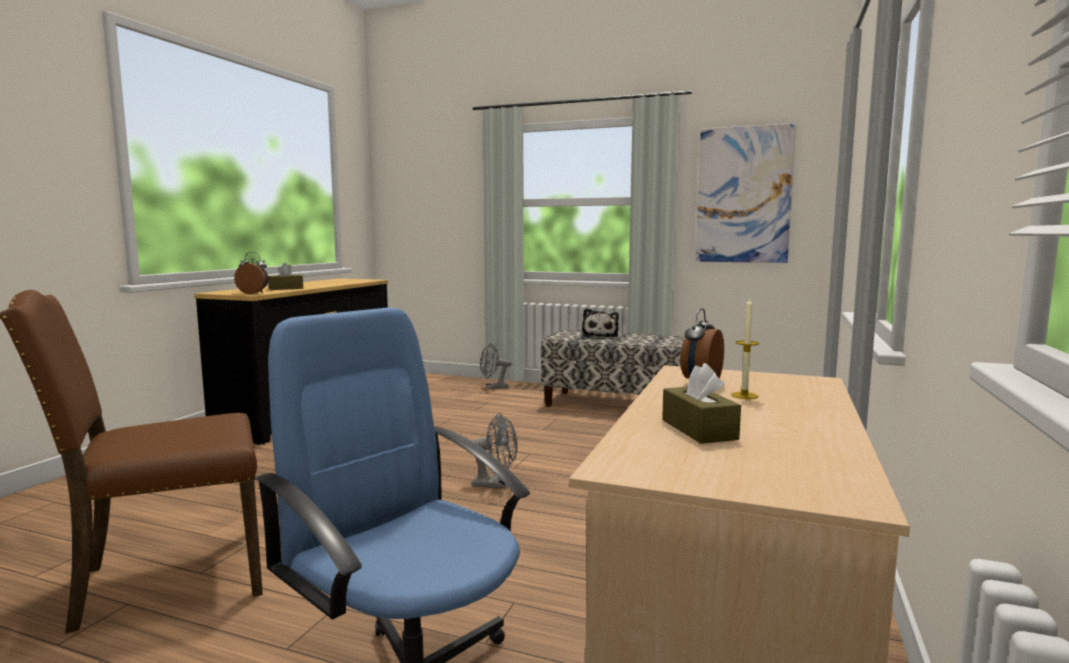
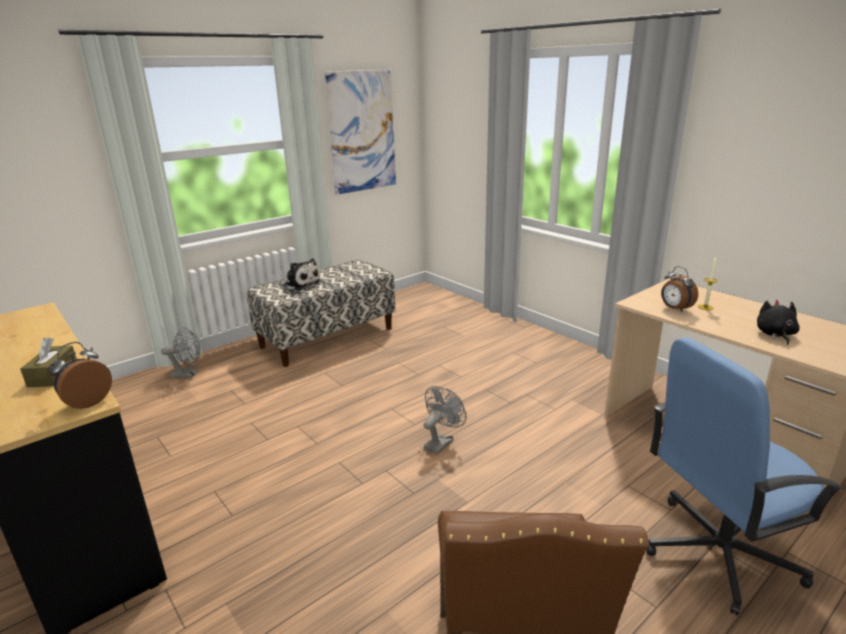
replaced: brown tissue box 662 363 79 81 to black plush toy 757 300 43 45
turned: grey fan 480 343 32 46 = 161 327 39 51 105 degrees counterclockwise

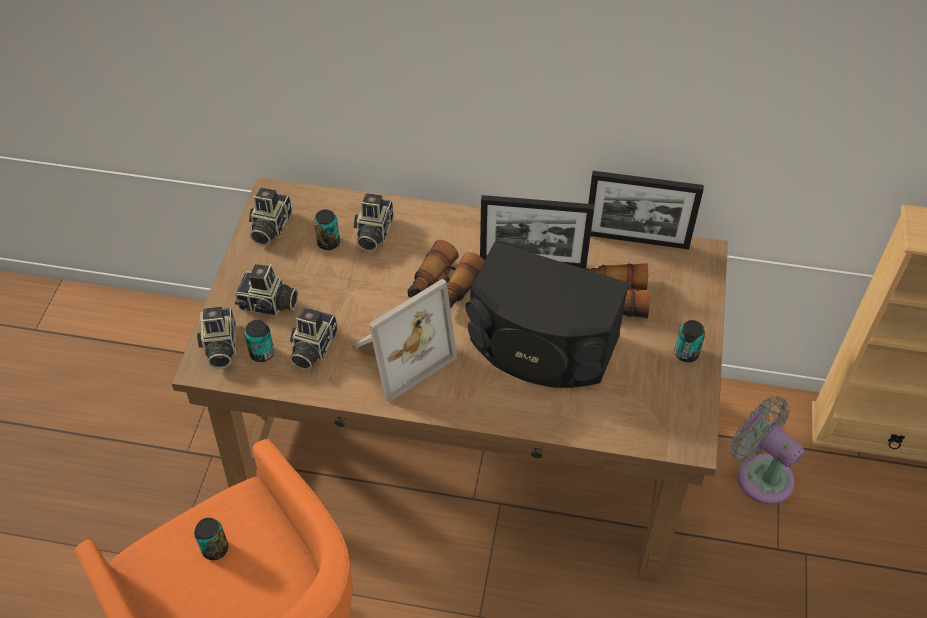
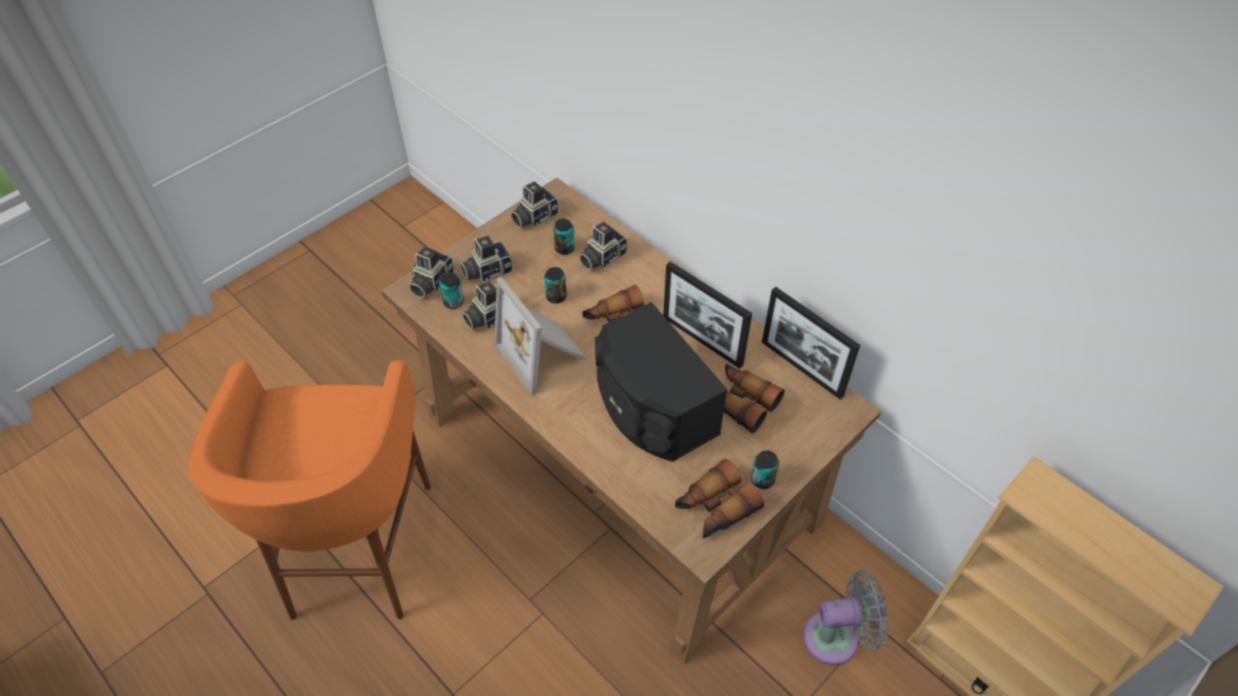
added: binoculars 675 459 89 79
moved: can 194 518 34 42 to 544 267 23 37
turned: photo camera 235 264 63 52 = 460 236 53 47 105 degrees clockwise; picture frame 351 279 106 124 = 495 277 91 118 60 degrees clockwise; grey fan 730 396 75 108 = 803 570 86 95 90 degrees clockwise

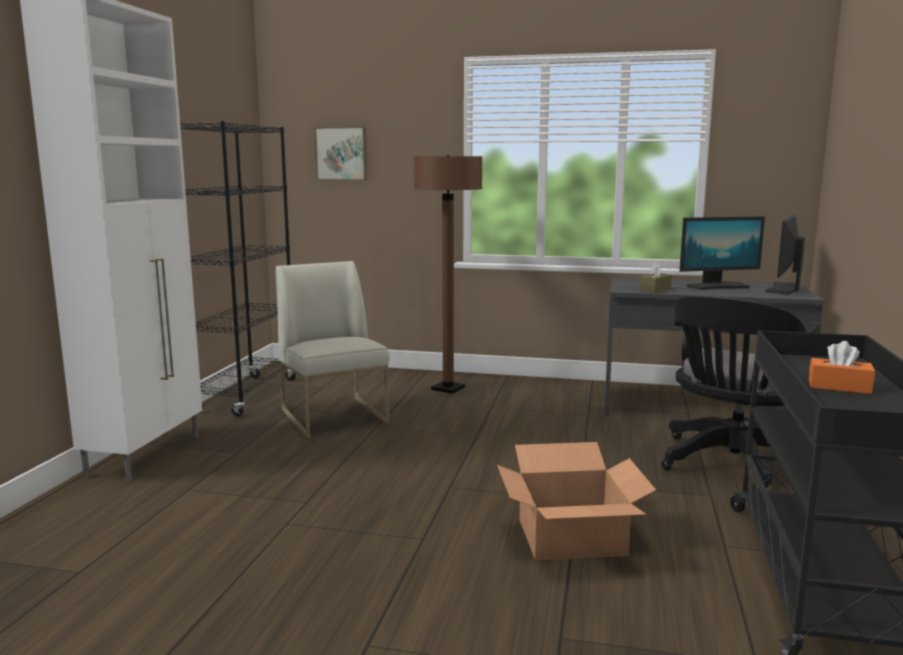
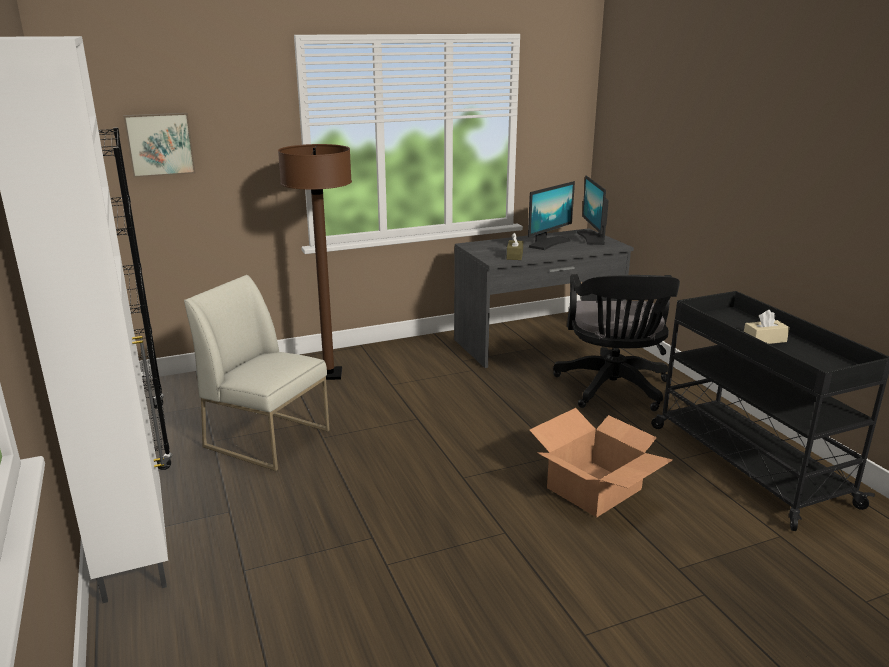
recoloured: orange tissue box 809 341 66 53 to beige tissue box 744 310 46 34

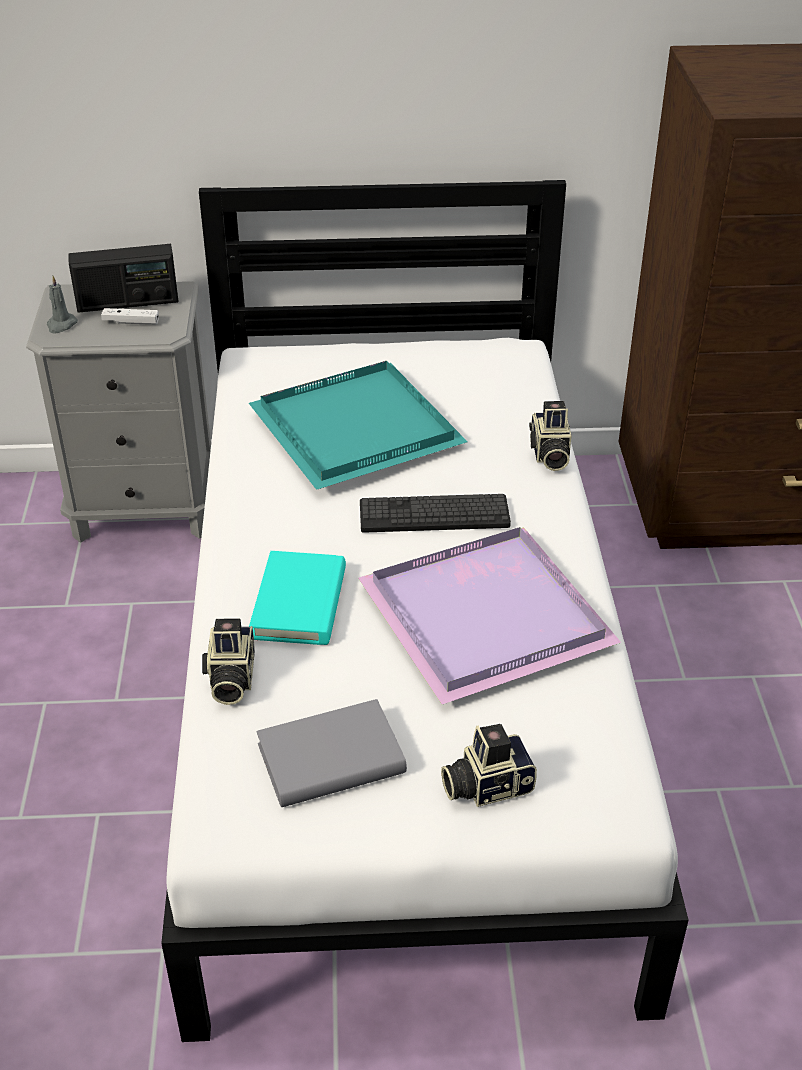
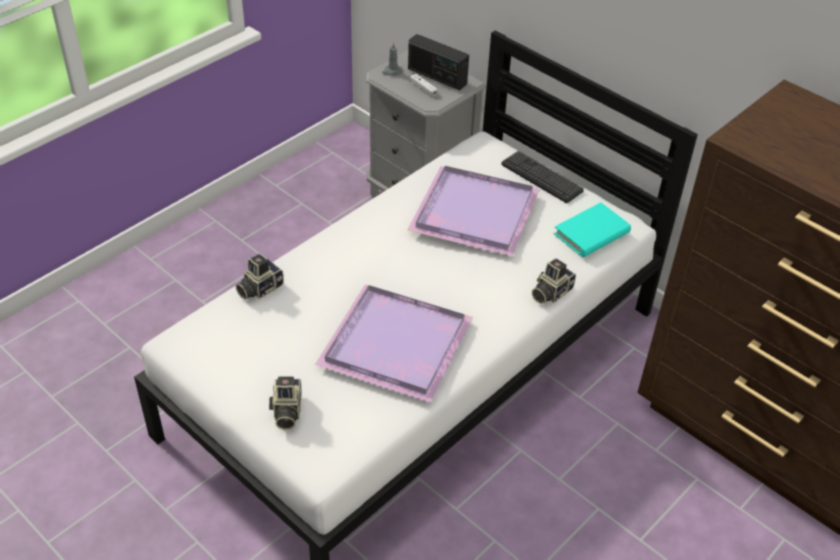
removed: grey book 257 699 150 108
moved: turquoise book 249 551 97 94 to 554 202 77 55; keyboard 360 494 151 39 to 501 151 83 52
recoloured: turquoise tray 249 361 219 129 to purple tray 407 166 133 90
turned: photo camera 441 724 96 83 = 269 377 33 53 120 degrees counterclockwise

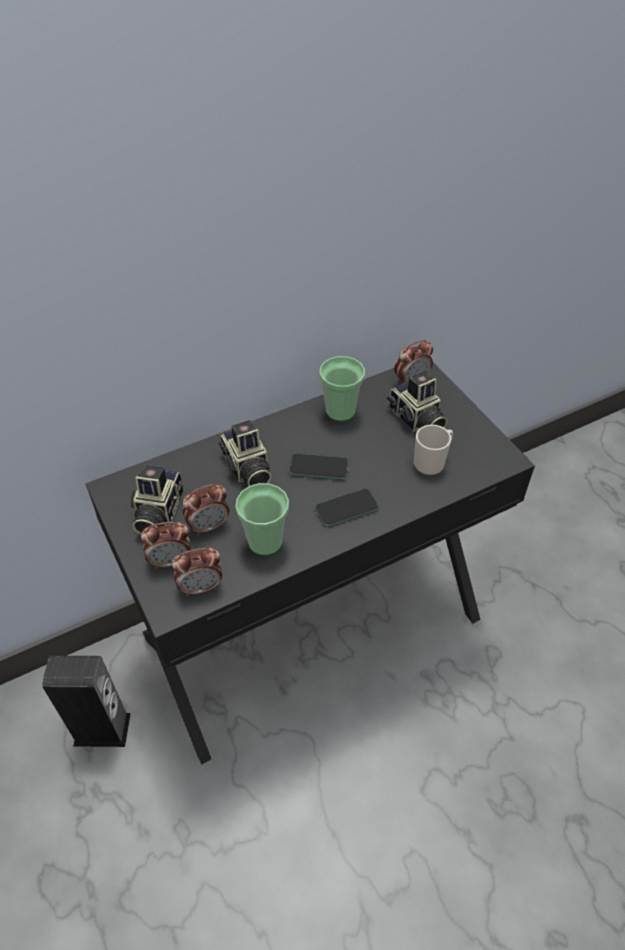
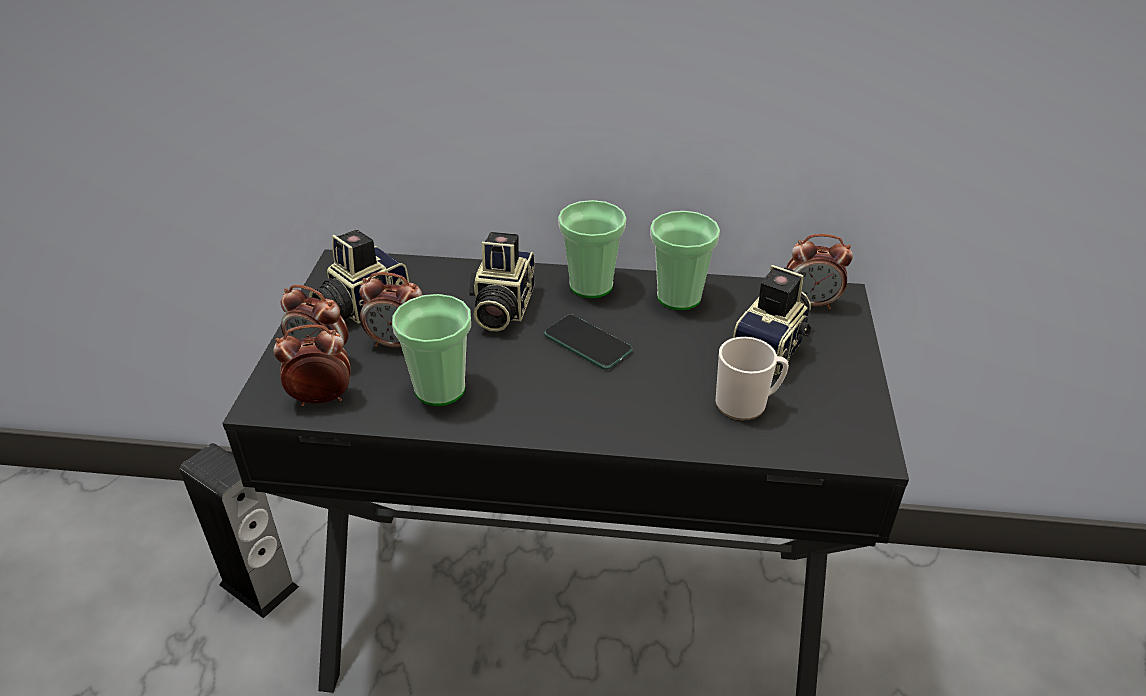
removed: phone 315 488 64 39
added: cup 558 200 68 98
turned: alarm clock 172 548 50 48 = 273 325 78 81 150 degrees clockwise; photo camera 387 371 61 61 = 733 265 79 110 150 degrees counterclockwise

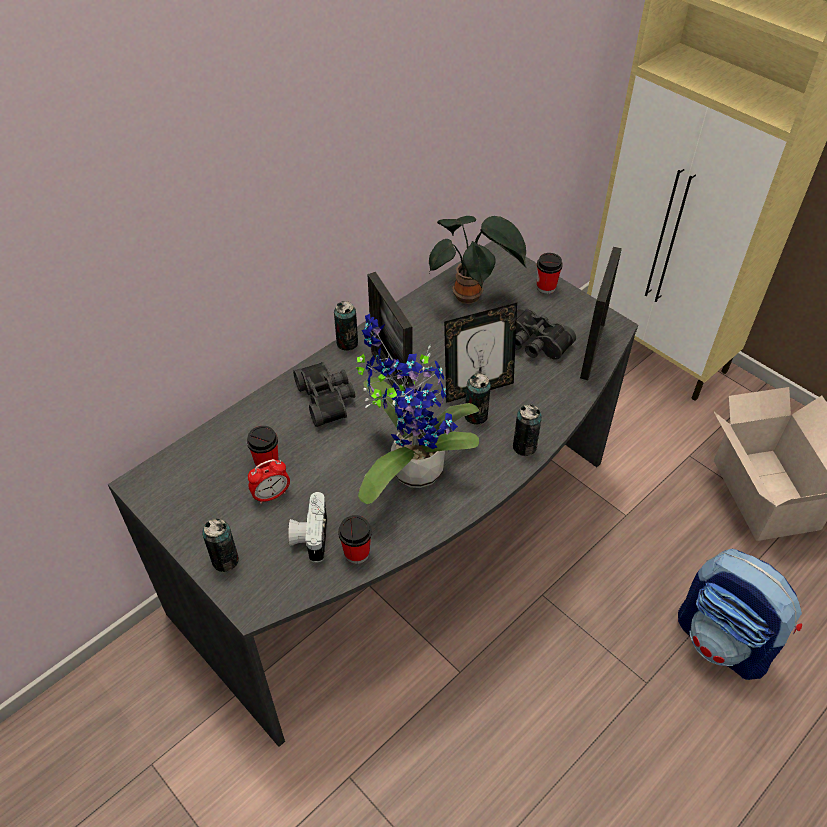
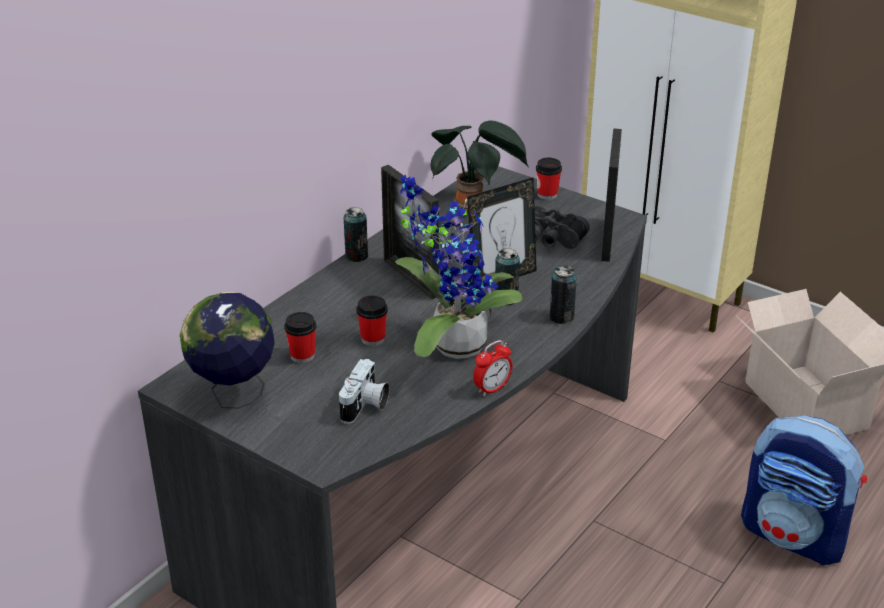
removed: can 202 518 37 54; black binoculars 293 362 62 65
added: globe 180 292 95 117
moved: alarm clock 248 459 42 45 to 473 340 40 57; cup 338 515 34 49 to 356 296 32 50
turned: photo camera 288 492 39 71 = 339 359 50 65 150 degrees counterclockwise

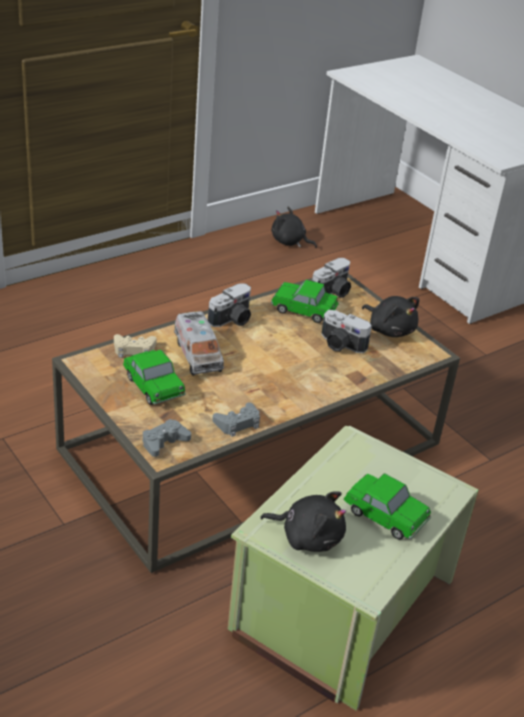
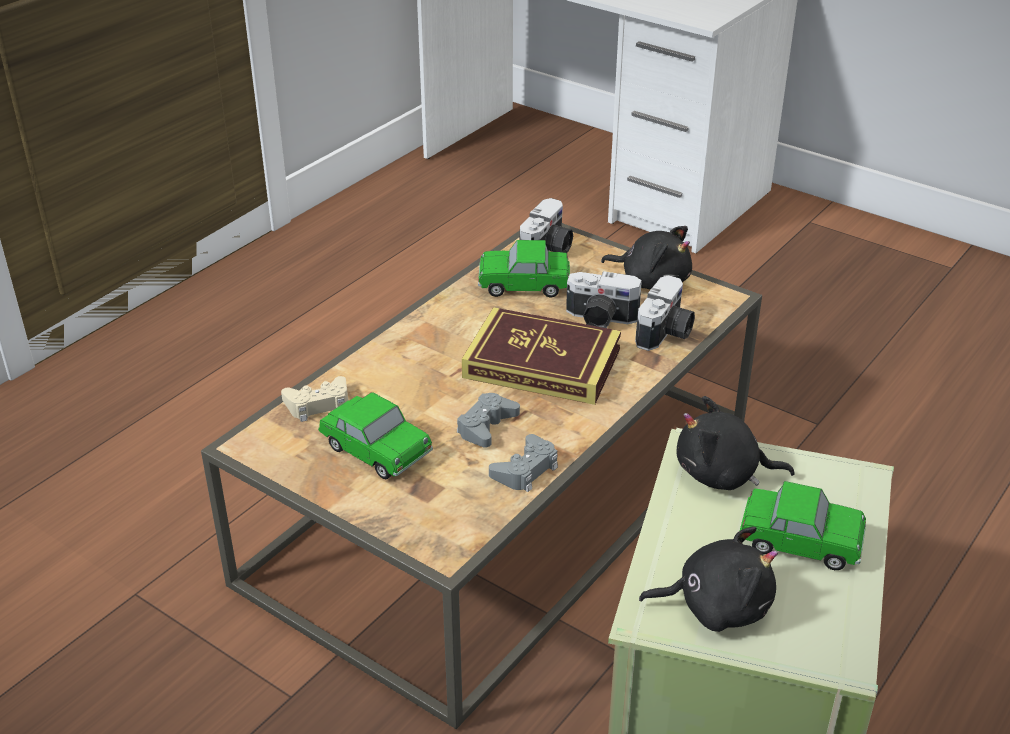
removed: toy truck 174 311 50 65
added: book 462 307 159 98
moved: grey game controller 143 419 48 38 to 457 393 63 55; photo camera 208 283 43 44 to 635 275 60 76; black plush toy 271 207 46 41 to 677 396 118 94

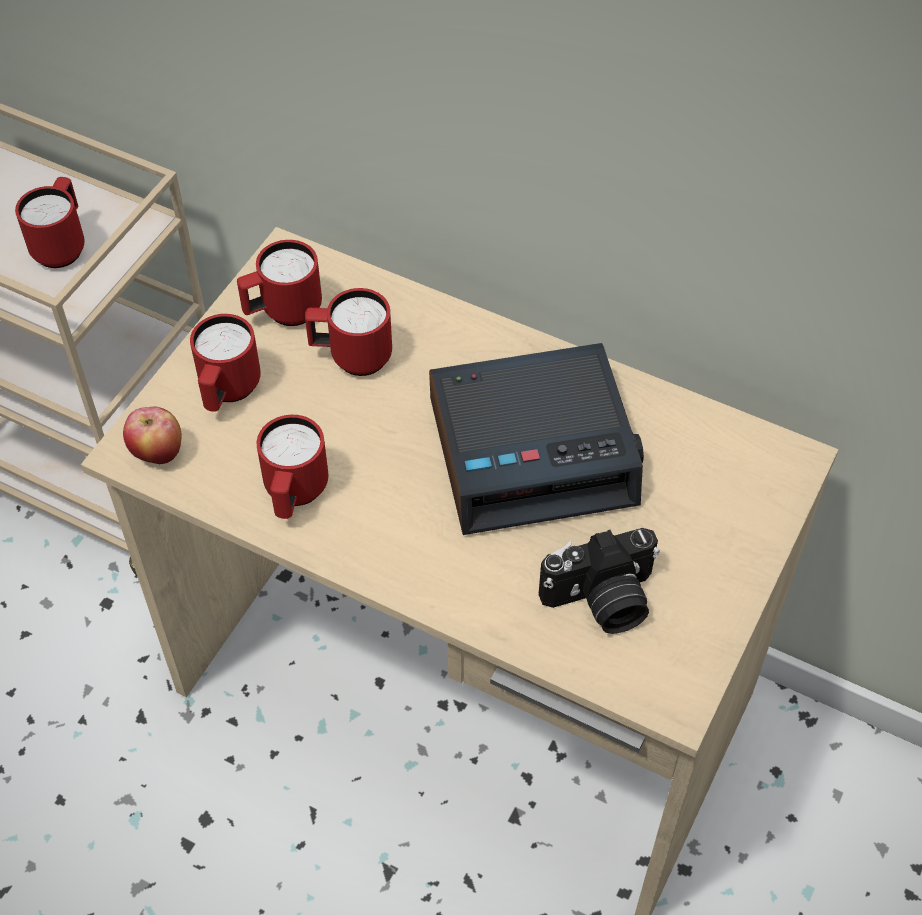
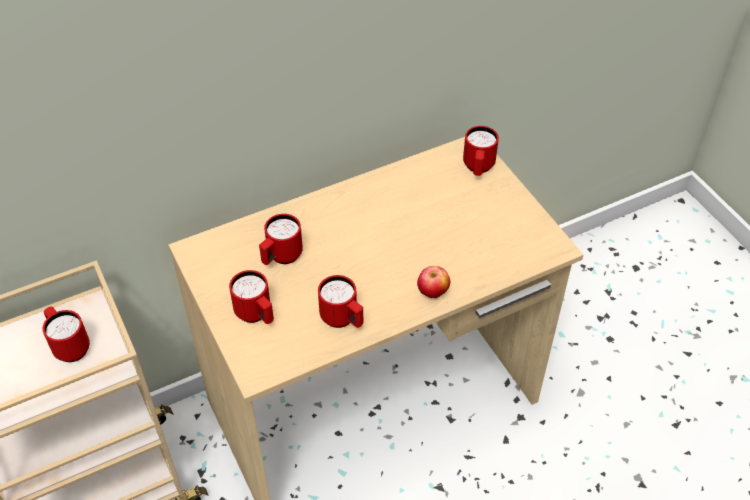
removed: alarm clock 429 343 215 192; photo camera 539 528 121 106
moved: apple 123 406 58 59 to 417 266 33 32; red mug 237 240 85 86 to 463 126 36 50

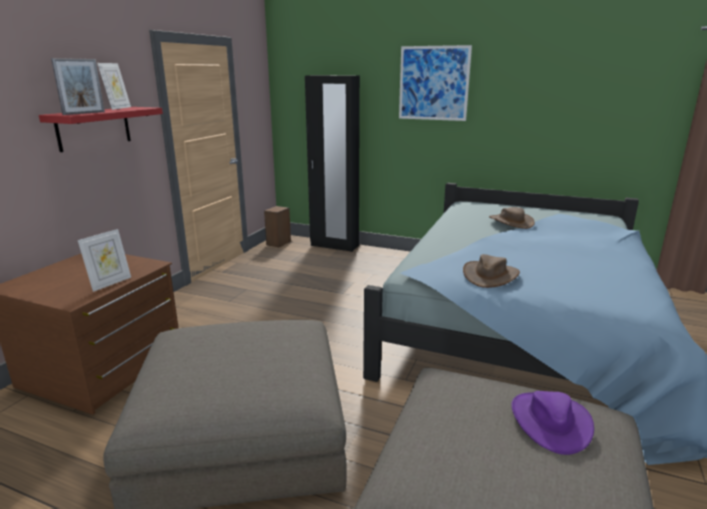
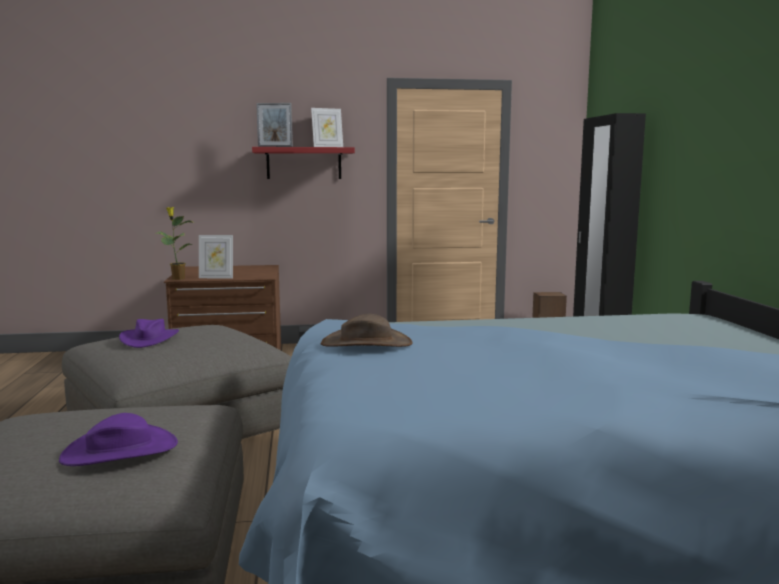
removed: picture 399 45 73 76; brown hat 489 207 46 22
added: purple hat 119 319 60 29; potted plant 157 207 37 73

